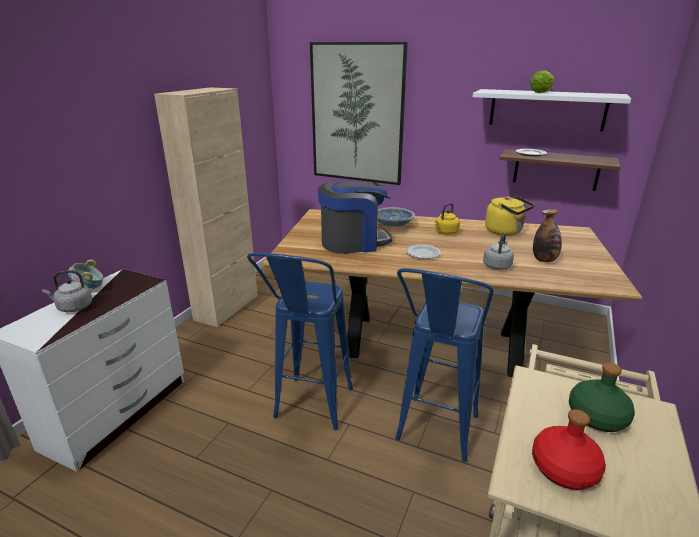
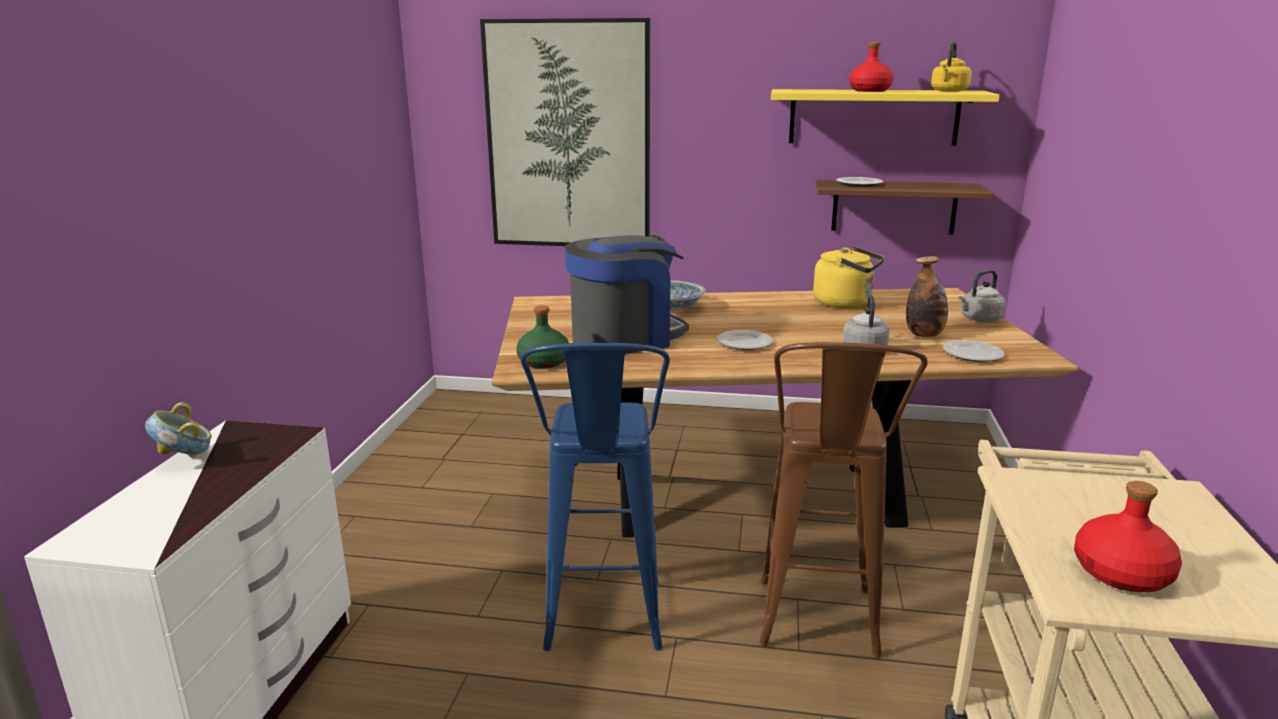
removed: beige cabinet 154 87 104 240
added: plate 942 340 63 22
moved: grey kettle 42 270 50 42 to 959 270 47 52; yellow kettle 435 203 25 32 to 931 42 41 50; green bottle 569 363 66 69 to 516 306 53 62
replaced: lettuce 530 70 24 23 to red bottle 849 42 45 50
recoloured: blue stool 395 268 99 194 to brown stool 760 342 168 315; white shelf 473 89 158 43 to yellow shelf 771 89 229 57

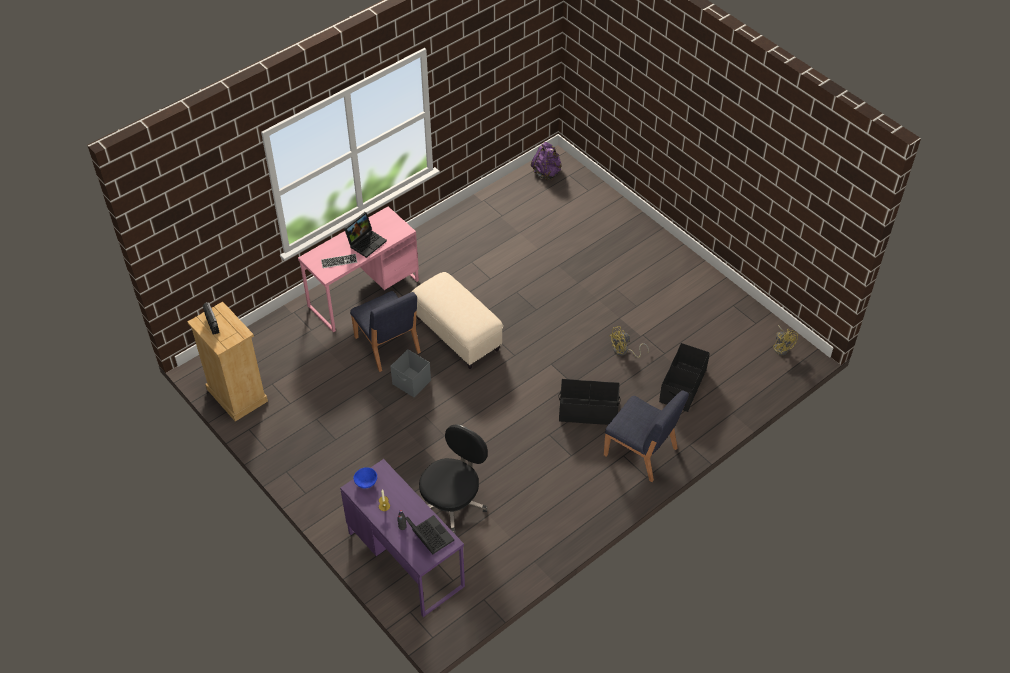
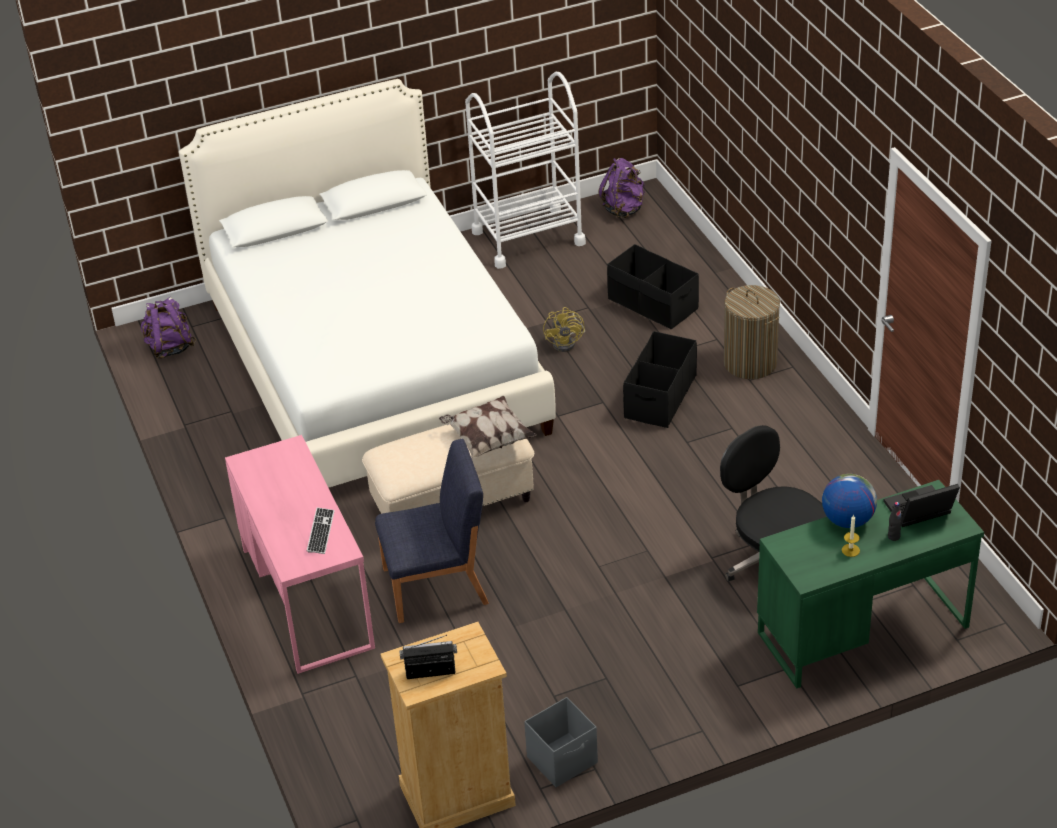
removed: laptop 344 212 43 46; blue bowl 353 467 24 22
added: white bed 179 79 377 409; pillow 439 396 97 63; white cart 465 72 121 197; globe 822 474 55 54
moved: grey storage box 390 349 41 48 to 524 697 74 90
replaced: blue chair 604 390 85 92 to laundry basket 724 285 56 94; yellow fan 773 325 25 30 to purple backpack 599 158 46 60
recoloured: purple desk 340 459 125 158 to green desk 757 480 227 209

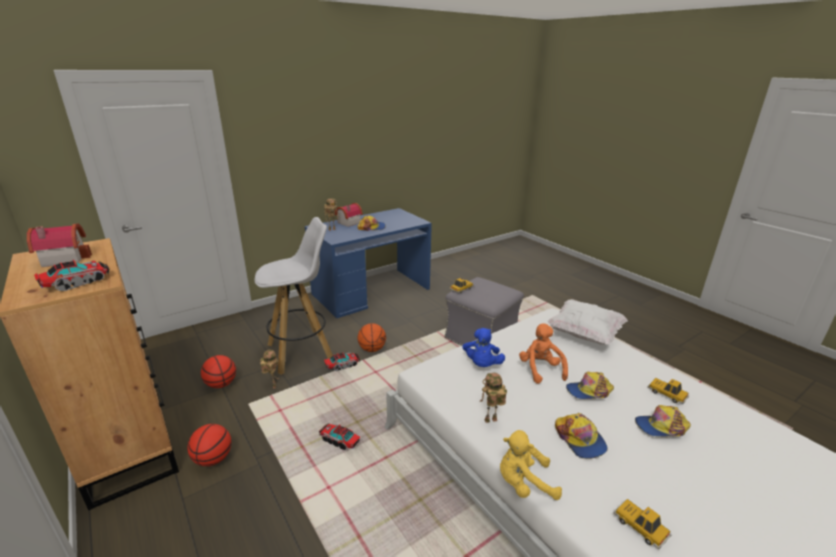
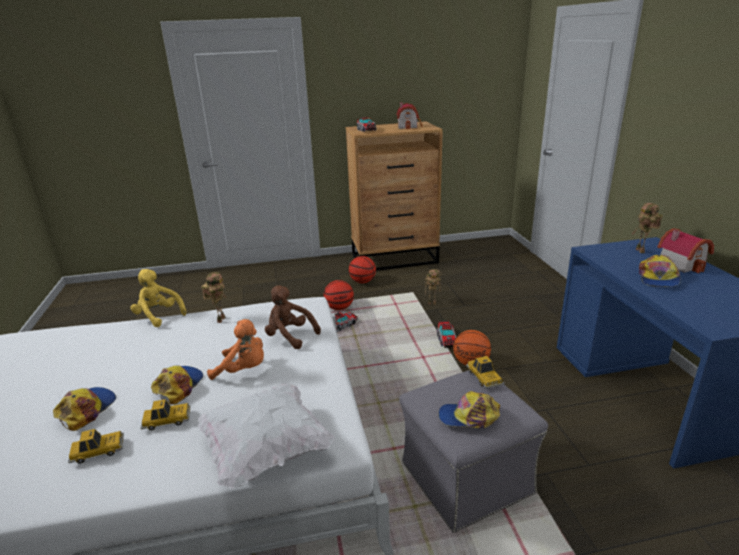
removed: white stool 254 217 79 158
moved: basketball 201 355 35 33 to 324 280 30 30; cap 555 413 53 46 to 439 391 61 37; toy car 614 499 58 50 to 141 399 50 31
recoloured: blue plush toy 462 328 43 39 to brown plush toy 265 286 56 63
turned: yellow plush toy 500 430 62 70 = 130 269 56 58 75 degrees counterclockwise

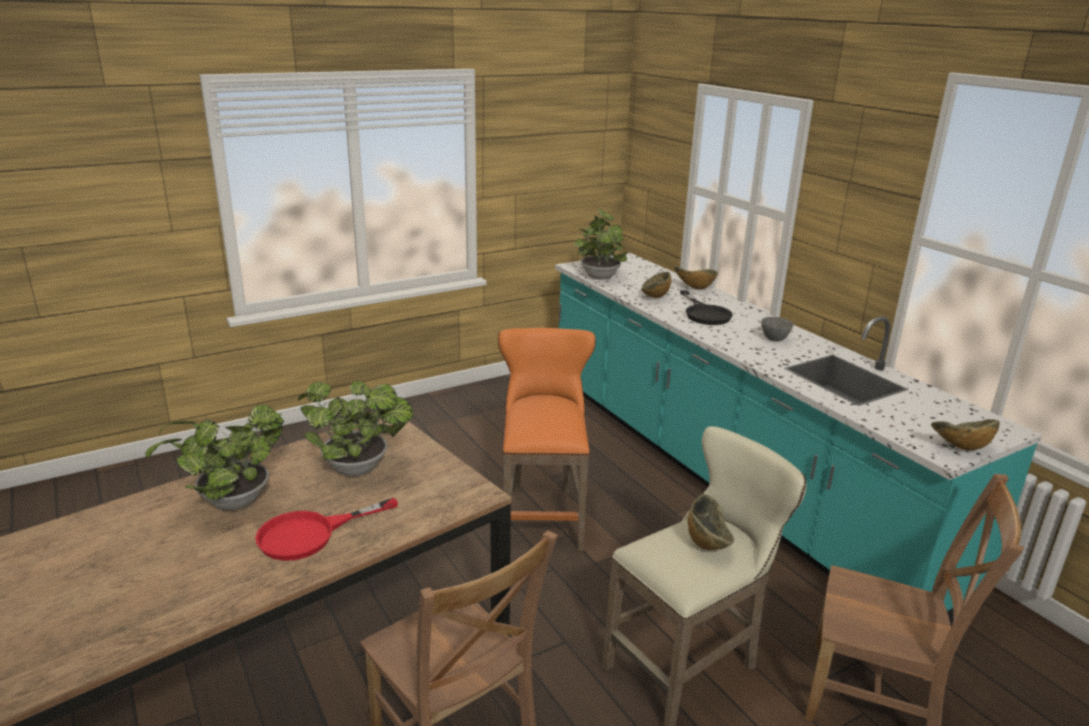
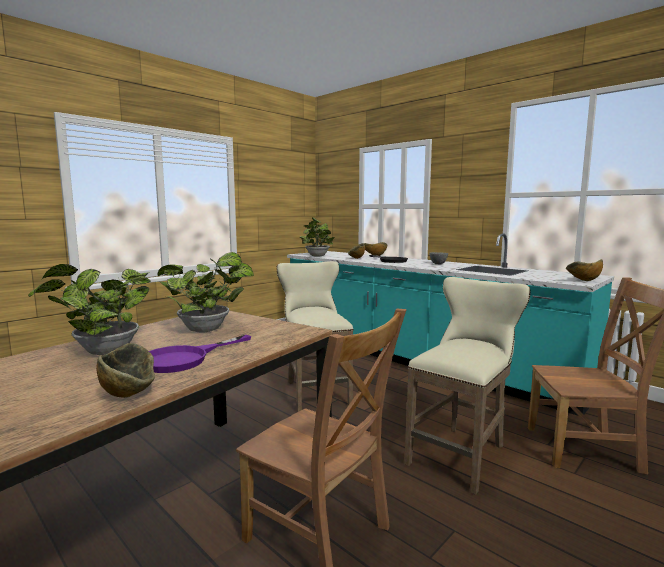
moved: bowl 688 494 46 56 to 96 343 59 55
recoloured: red frying pan 255 498 143 63 to purple frying pan 149 335 102 38; orange stool 498 328 98 223 to beige stool 277 261 77 151

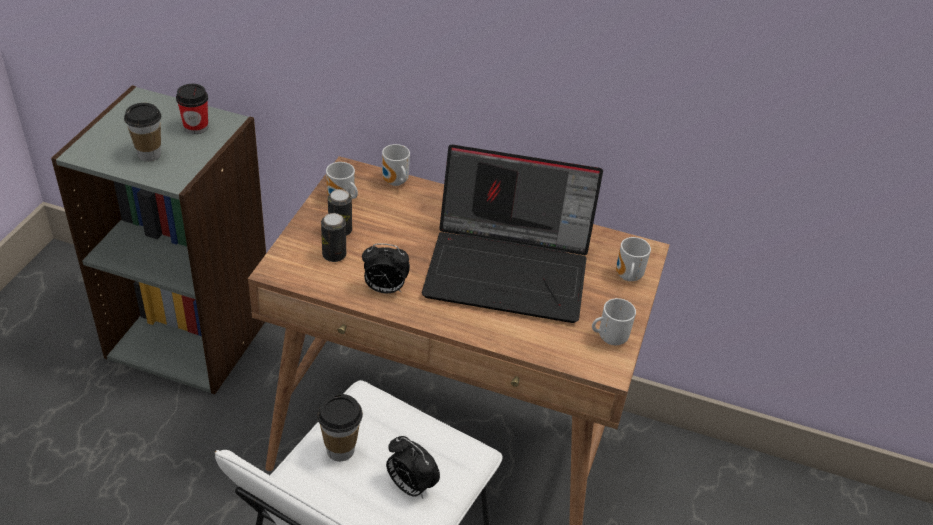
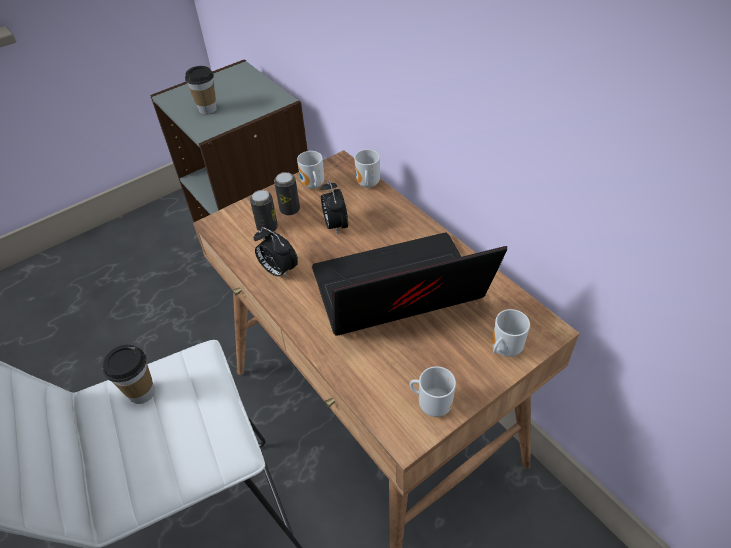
removed: cup 176 84 32 50
moved: alarm clock 386 436 54 62 to 321 180 27 54
turned: laptop 422 145 181 178 = 312 232 195 104 120 degrees clockwise

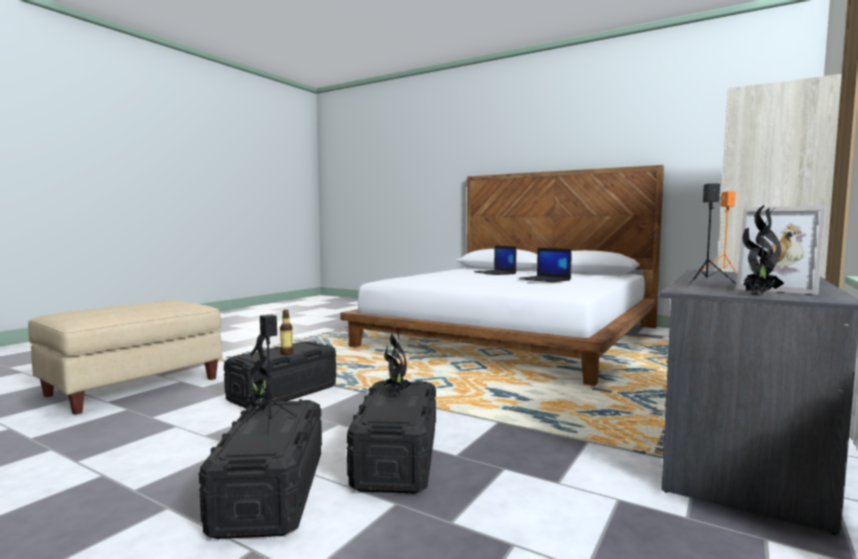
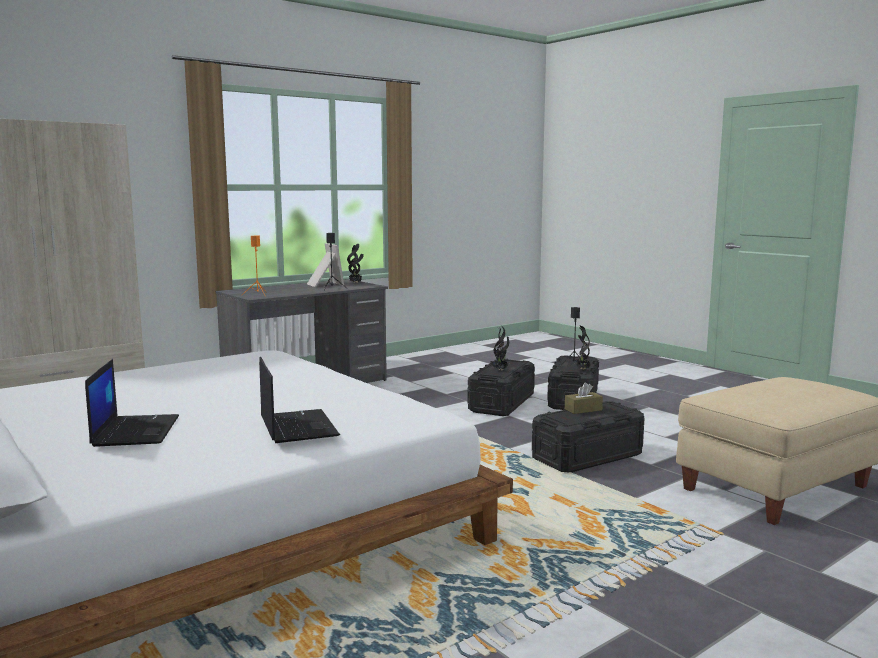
moved: laptop 519 248 53 34 to 259 357 81 86
replaced: bottle 280 310 13 45 to brown tissue box 565 382 38 32

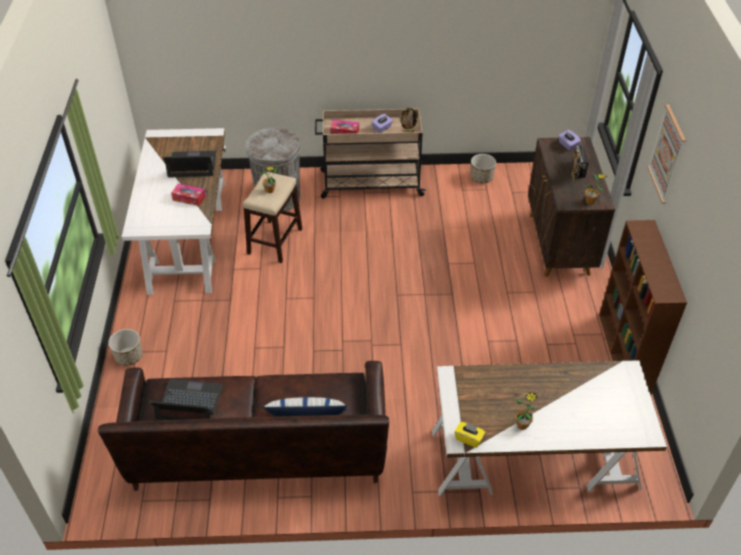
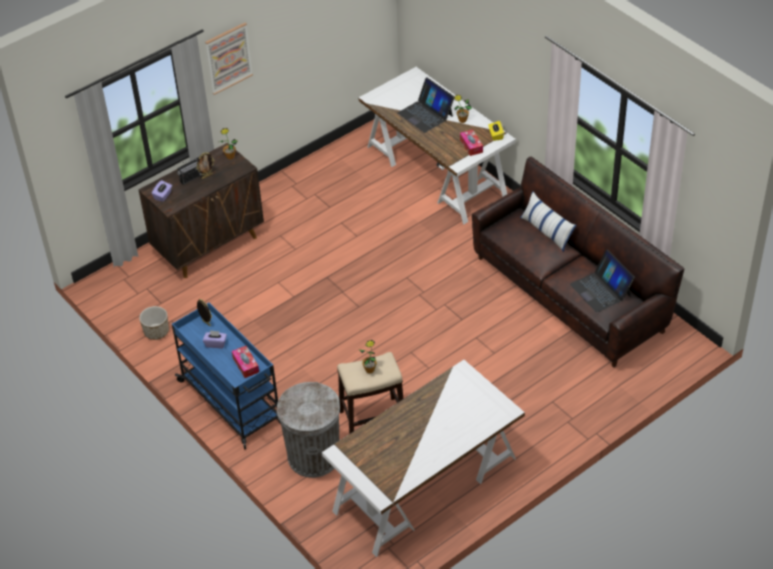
removed: planter 108 329 35 37; brown bookcase 599 220 88 175
moved: laptop 163 151 53 27 to 398 78 56 55; tissue box 171 184 35 22 to 460 130 23 26
recoloured: beige cart 315 108 111 90 to blue cart 172 302 109 148

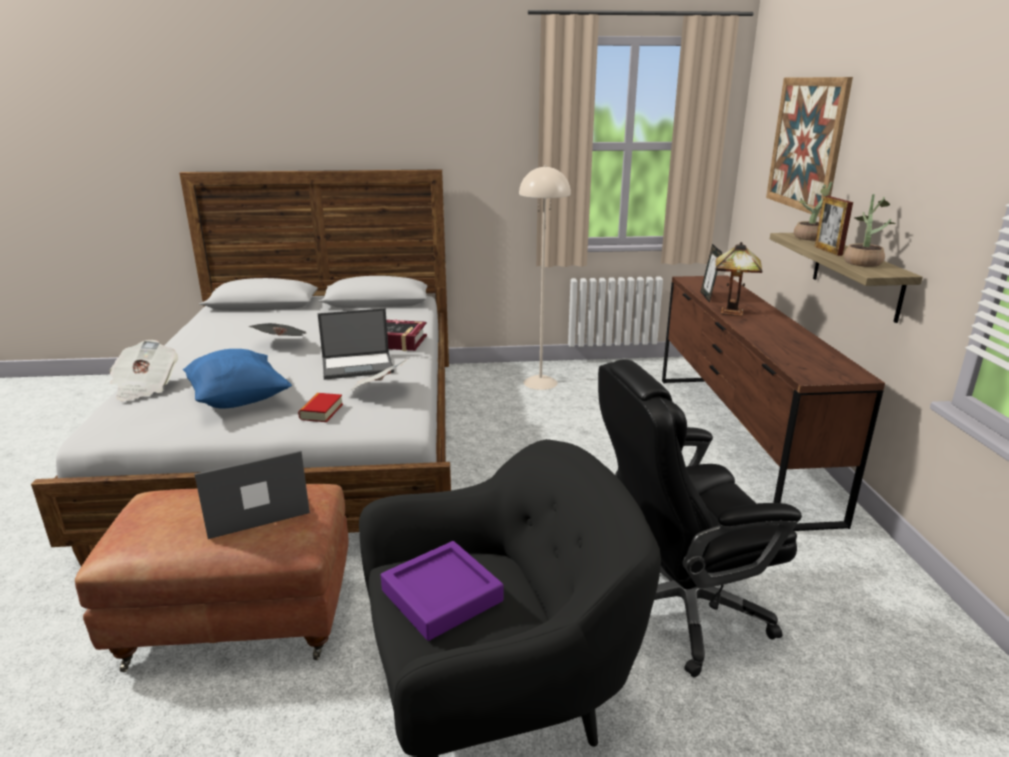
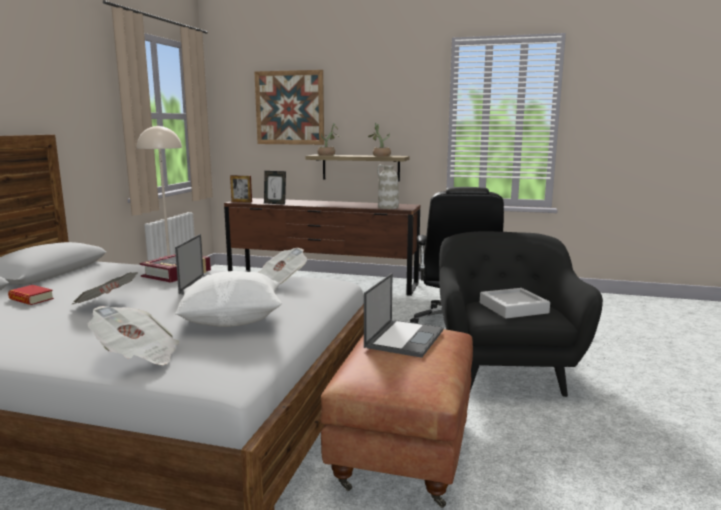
removed: table lamp 715 242 47 74
added: white vase 377 164 22 45
moved: book 298 393 45 29 to 8 285 46 20; picture frame 815 196 38 60 to 230 175 22 28
recoloured: blue pillow 183 349 109 60 to white pillow 175 271 107 56; purple tray 381 541 122 100 to grey tray 480 288 70 31
turned: laptop 194 451 116 88 = 364 273 79 85 150 degrees counterclockwise

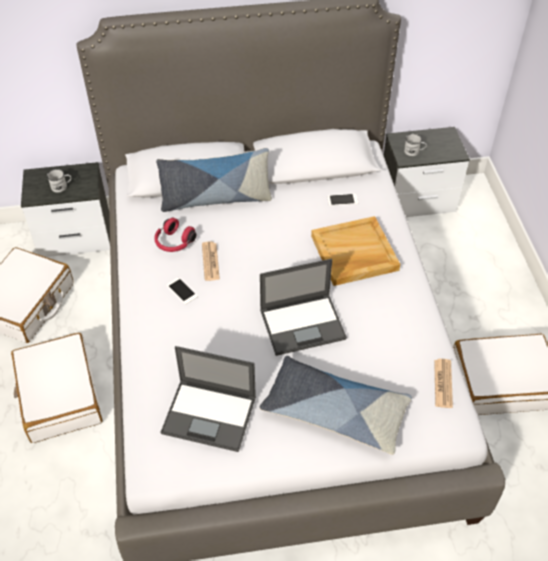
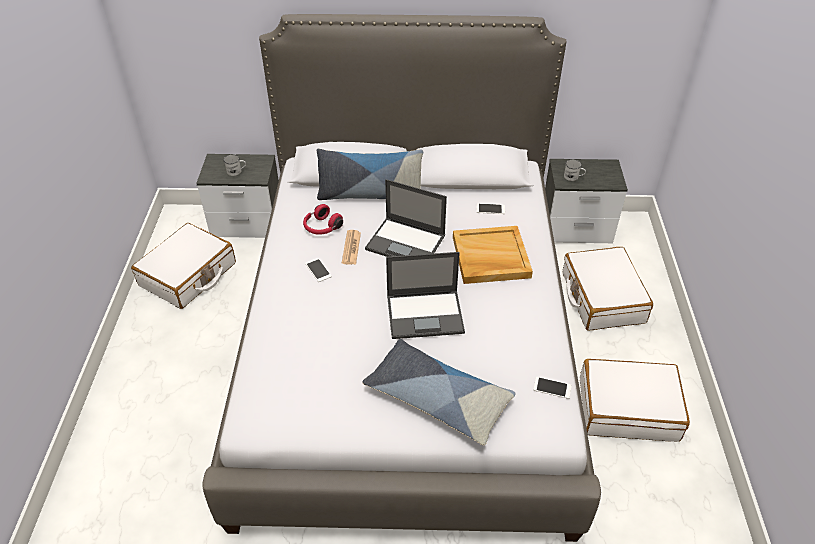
moved: white suitcase 11 333 92 110 to 563 247 90 84; laptop 161 346 95 106 to 365 179 82 78
replaced: newspaper 434 359 19 49 to phone 533 377 39 22

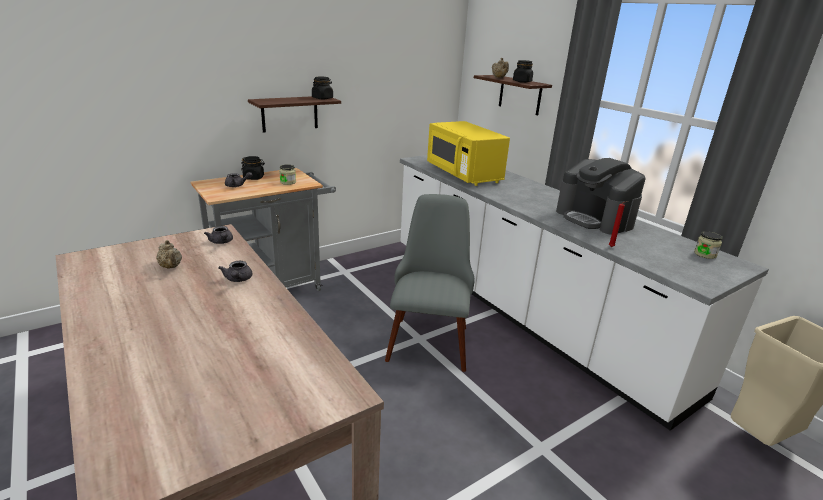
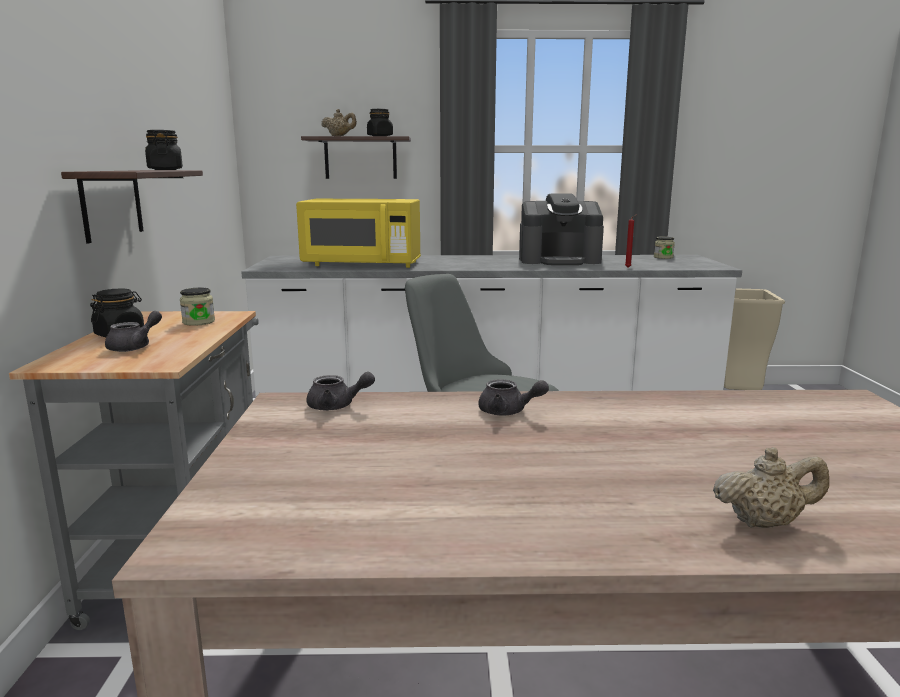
moved: beige teapot 156 240 26 29 to 713 447 116 81

